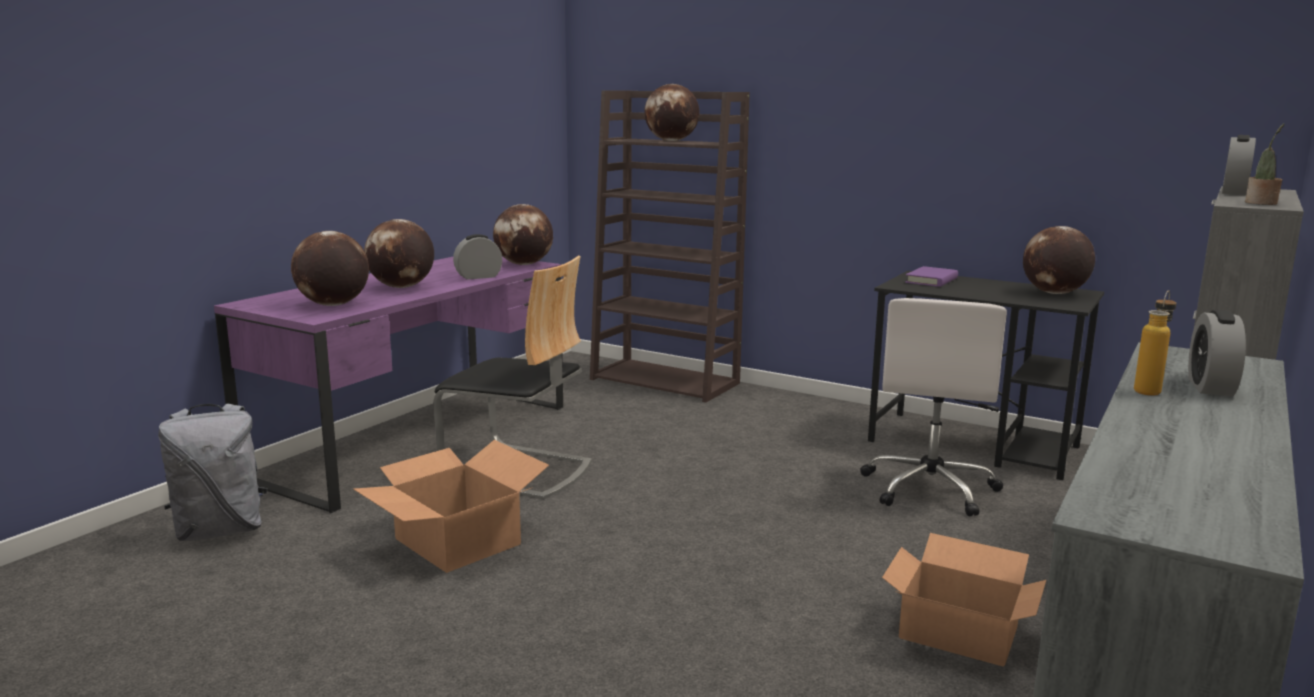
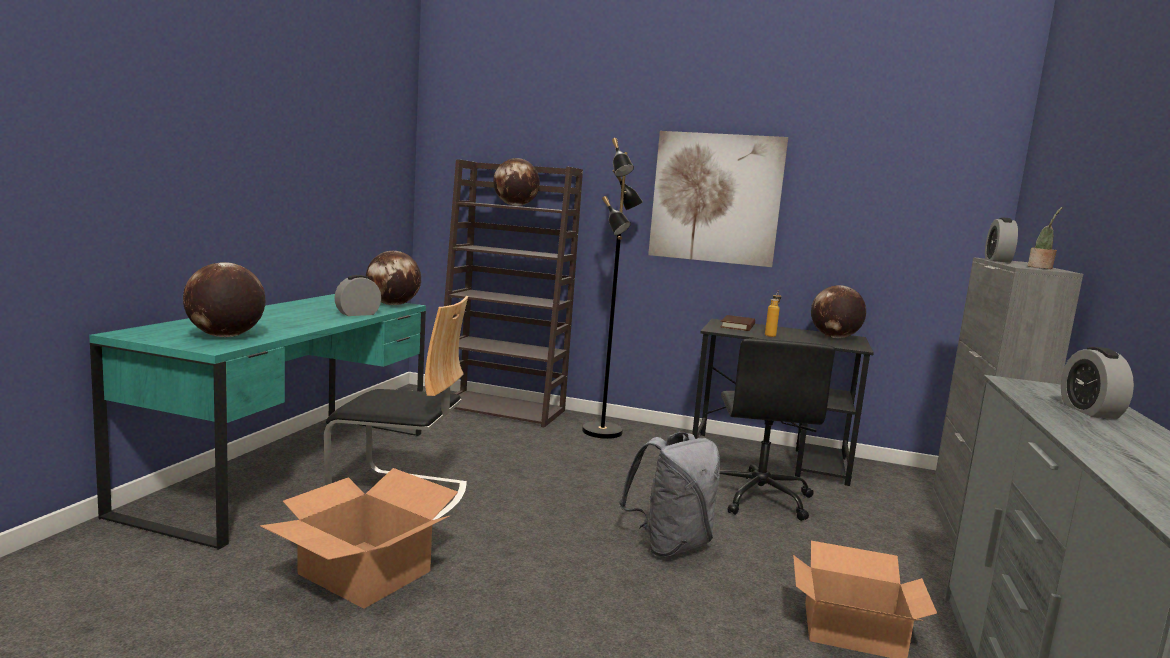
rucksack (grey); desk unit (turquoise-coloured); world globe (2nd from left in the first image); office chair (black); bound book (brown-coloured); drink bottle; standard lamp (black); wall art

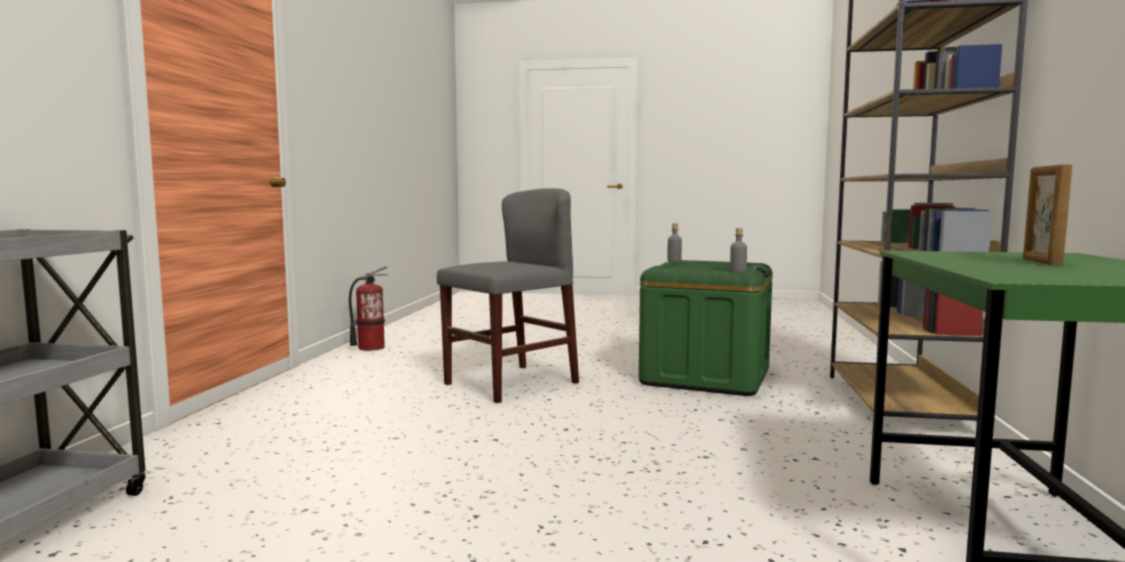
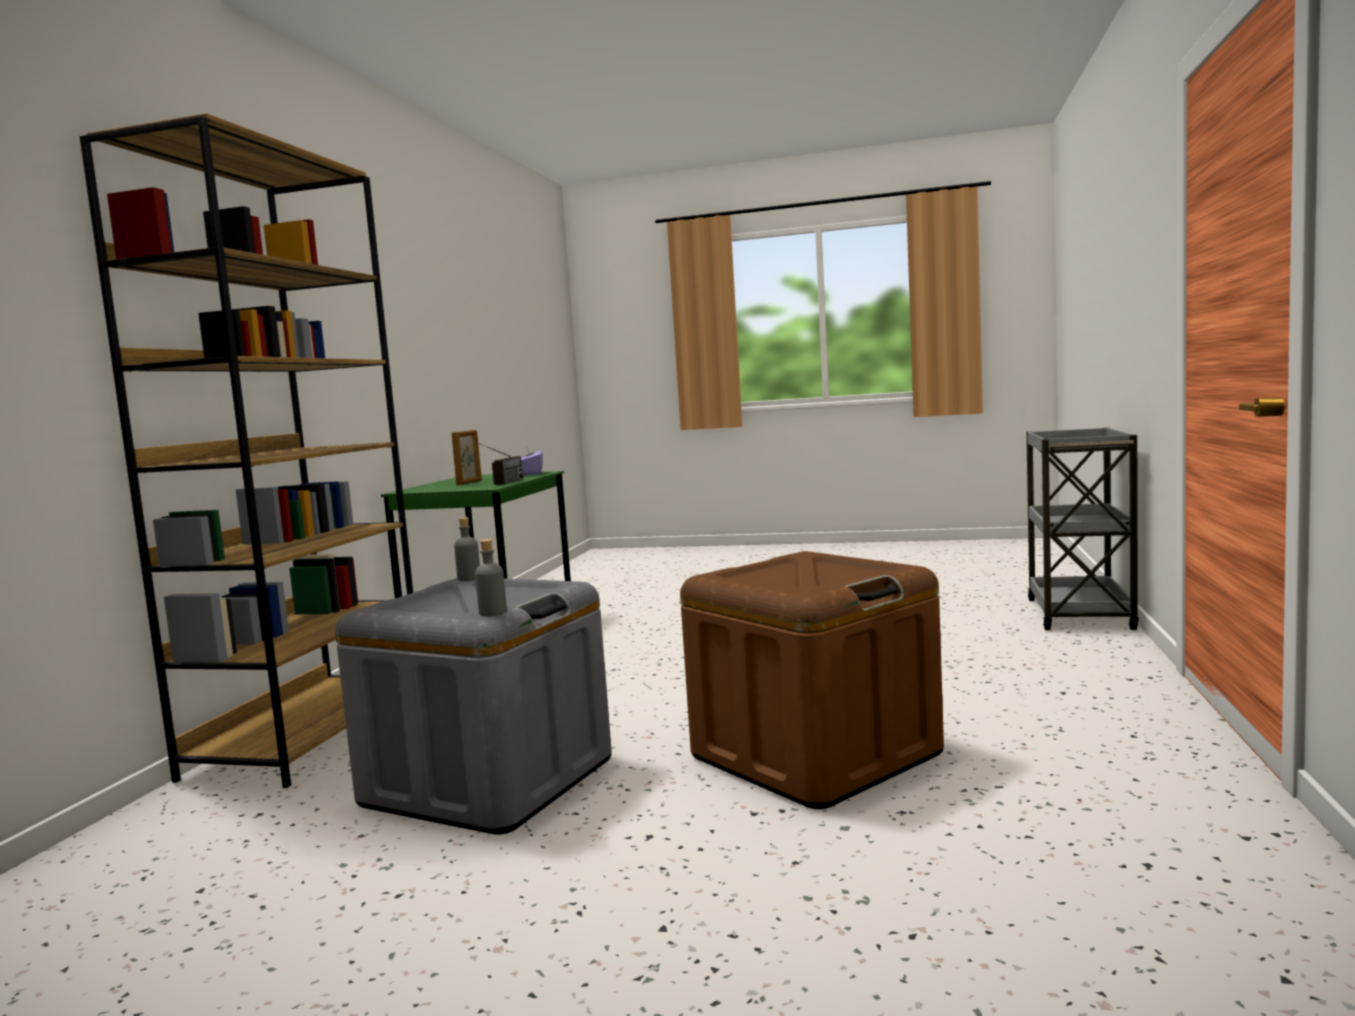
fire-fighting cylinder; storage box (brown-coloured); storage box (grey); radio set; tissue holder (purplish)

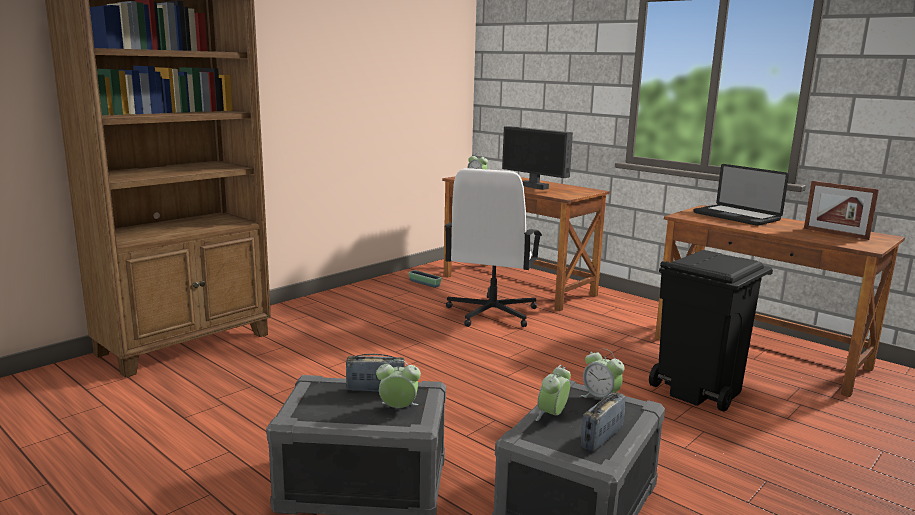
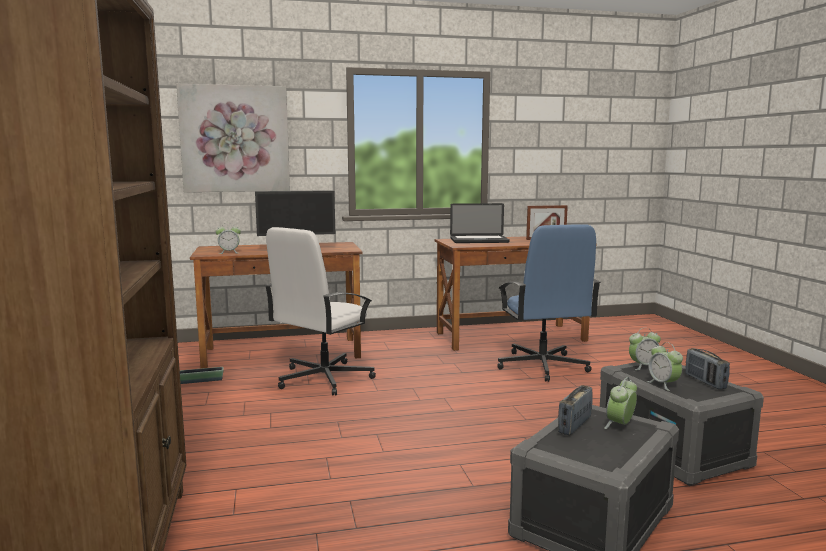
office chair (white); office chair (blue); wall art

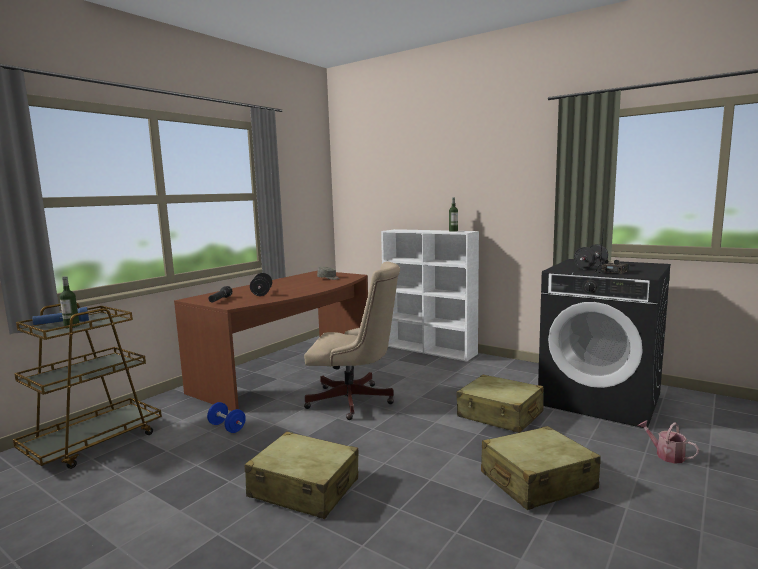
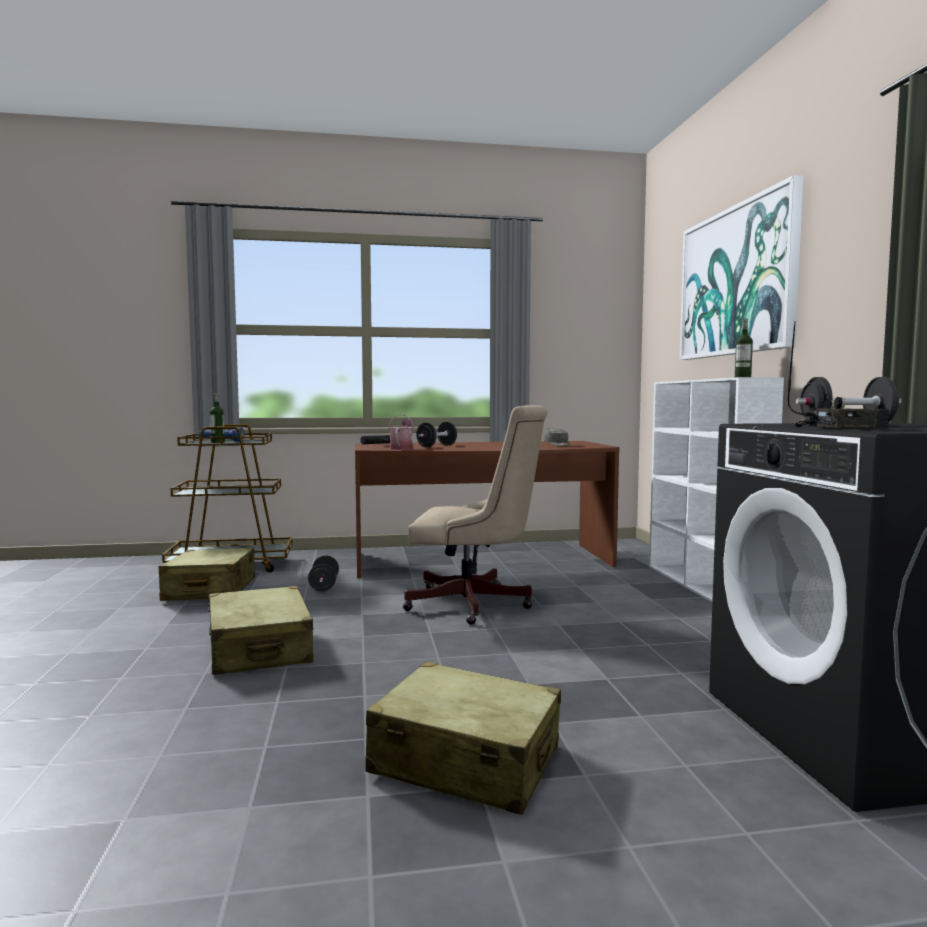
free weight (black) (1st from left); office chair (sand-coloured); piece of luggage (sand-coloured) (1st from left); sprinkling can; wall art

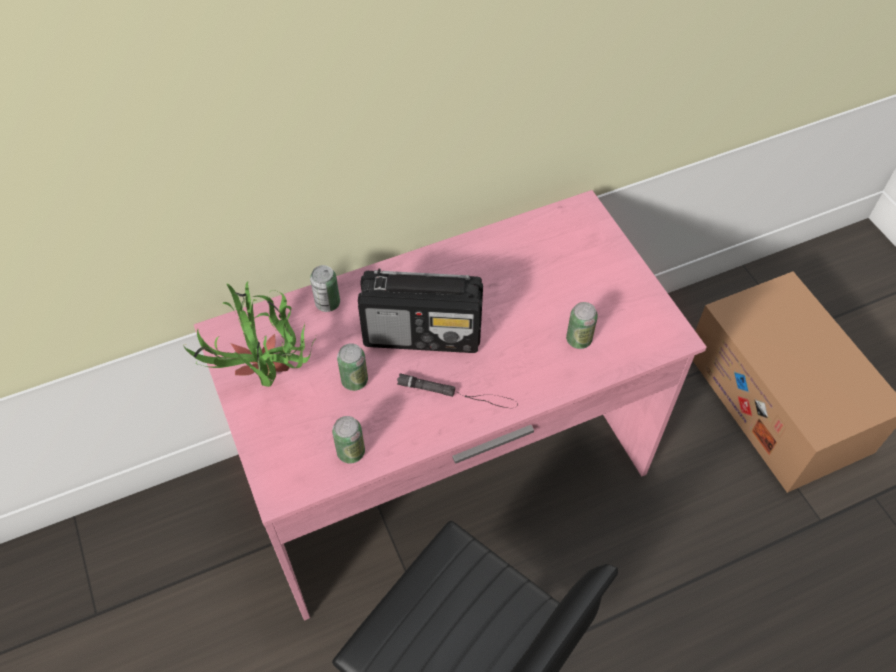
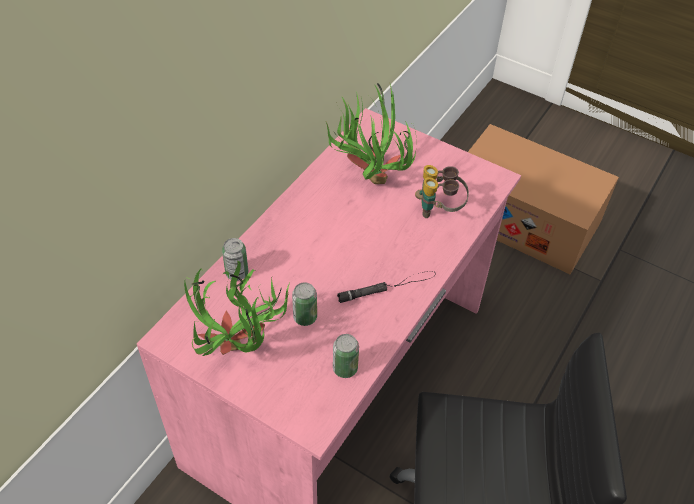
radio set; pair of binoculars; potted plant (2nd from left)

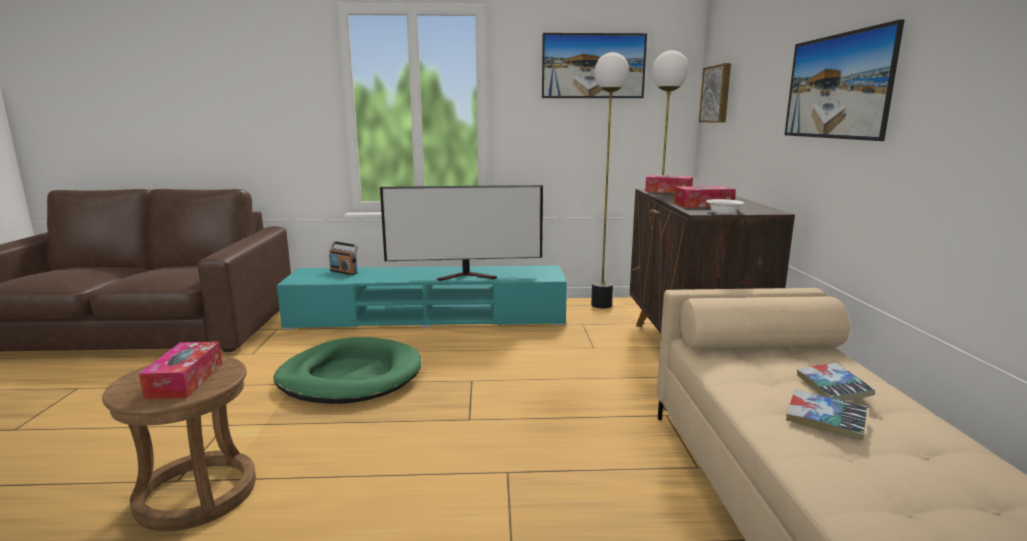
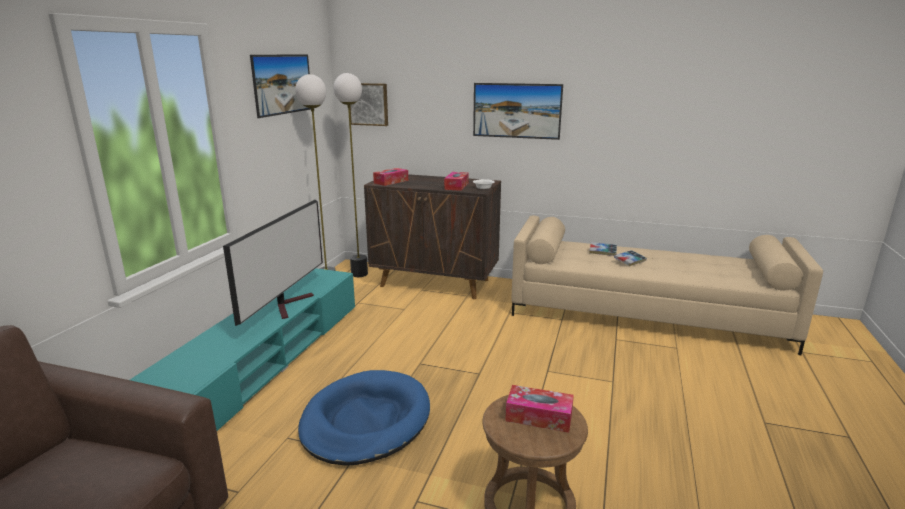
dog bed (blue); radio set

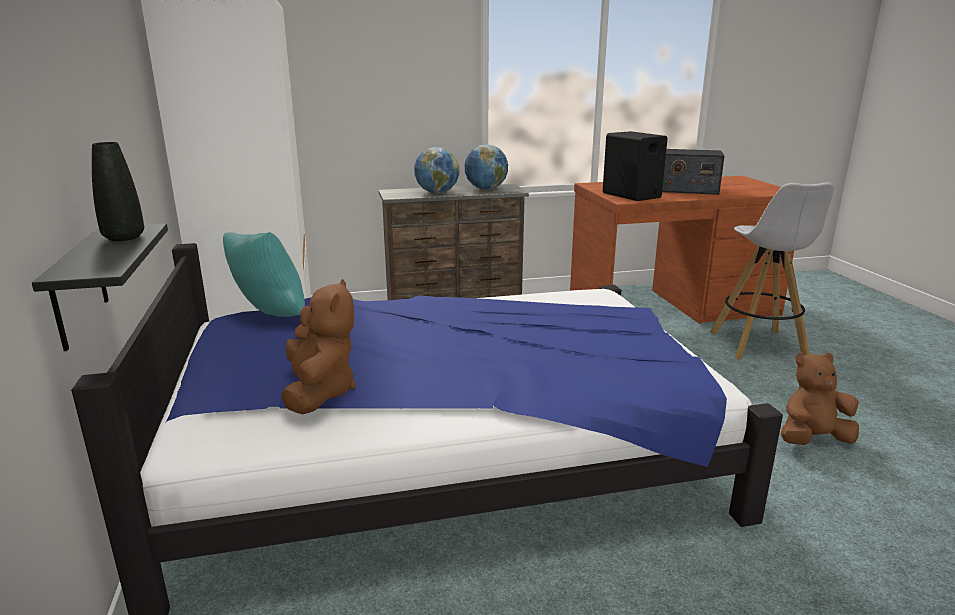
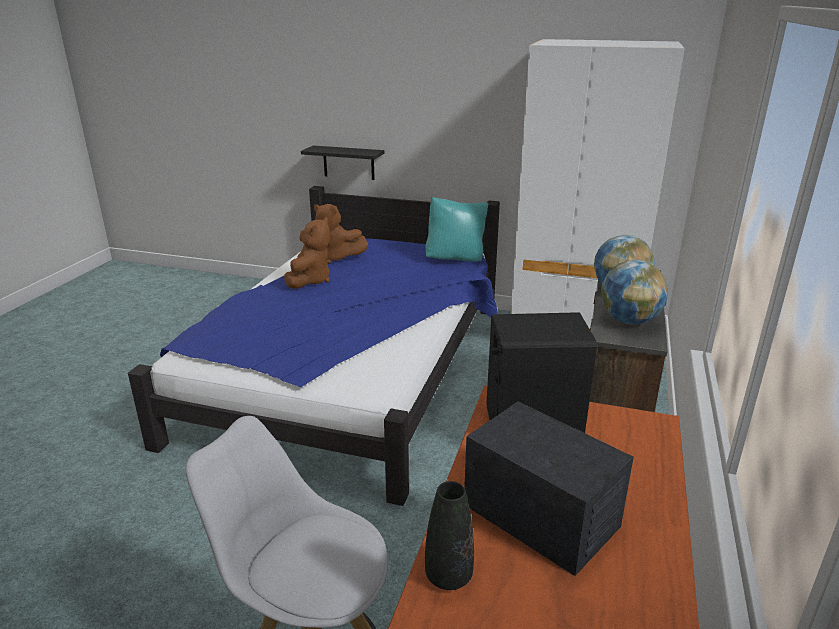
decorative vase (black); radio set; cuddly toy (brown-coloured) (1st from left)

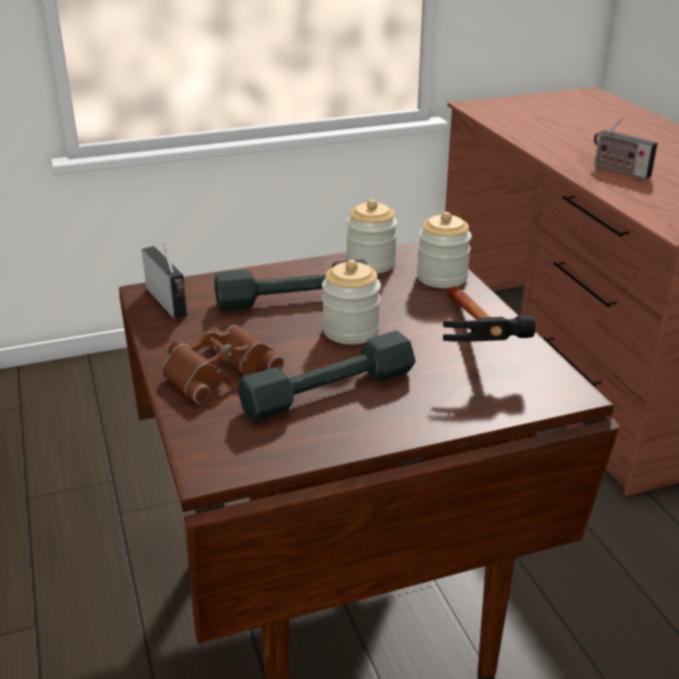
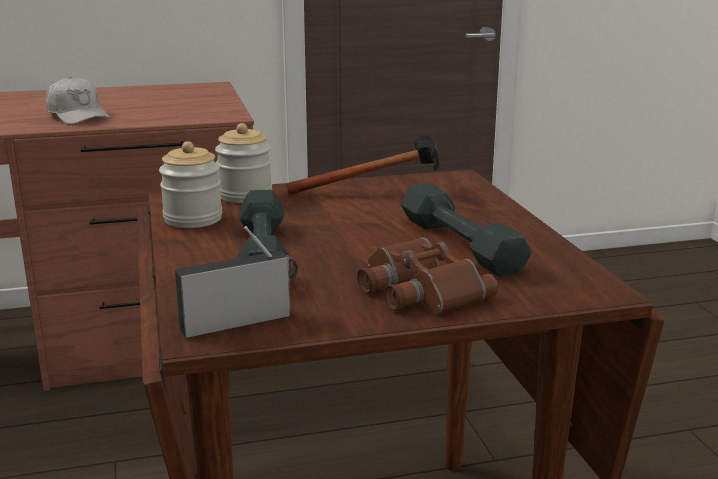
preserve jar (1st from left in the first image); baseball cap (white)

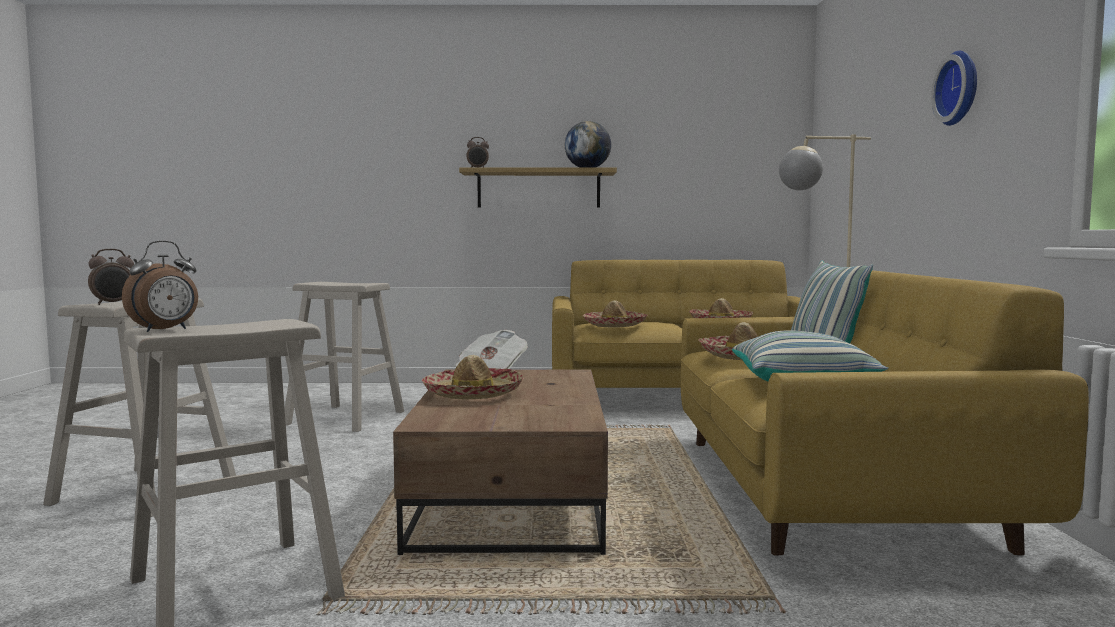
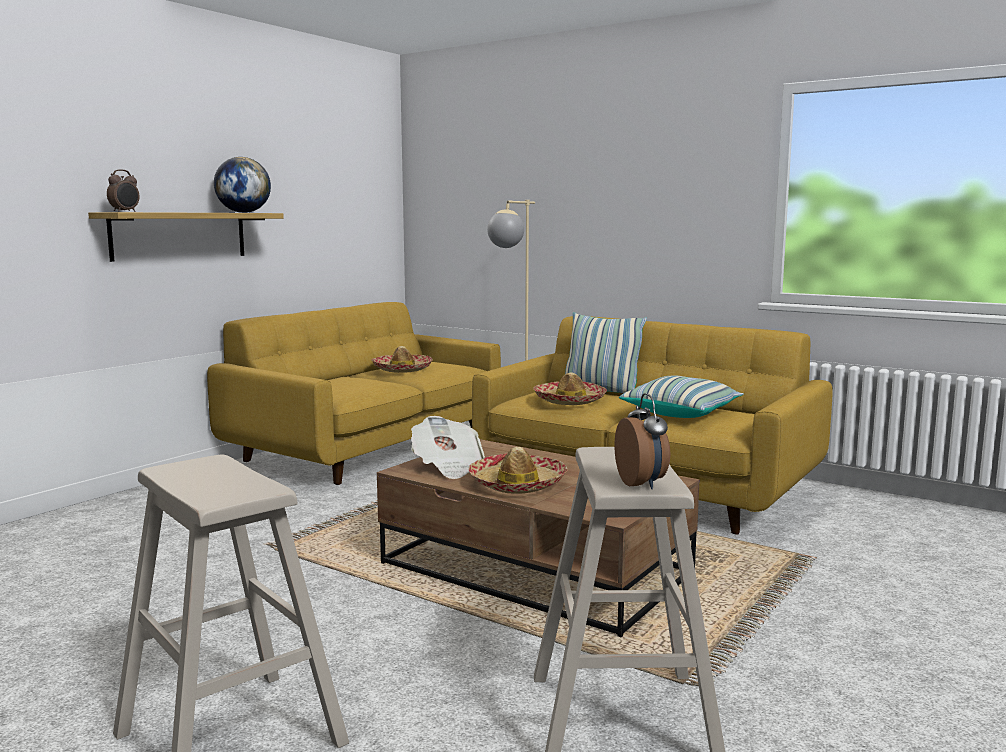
alarm clock (1st from left in the first image); sitting stool (sand-coloured) (3rd from left in the first image); wearable hat (2nd from left in the first image); wall clock

